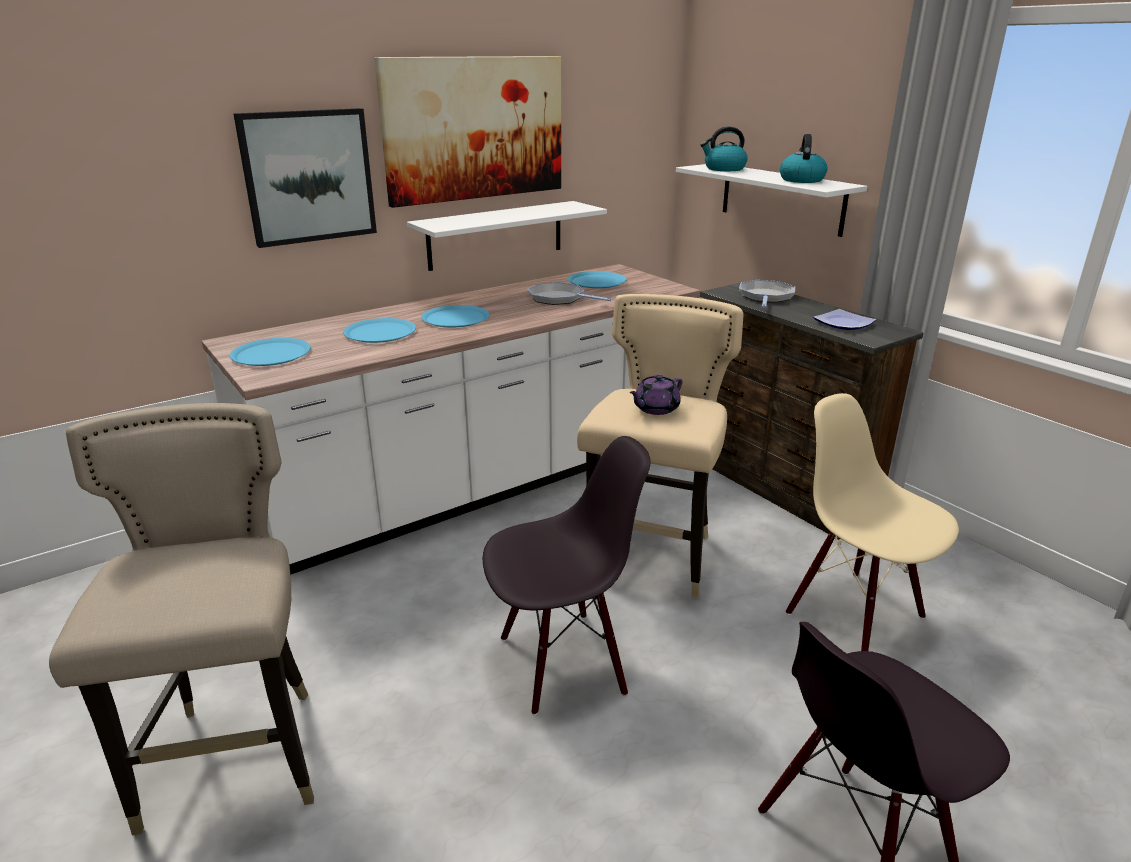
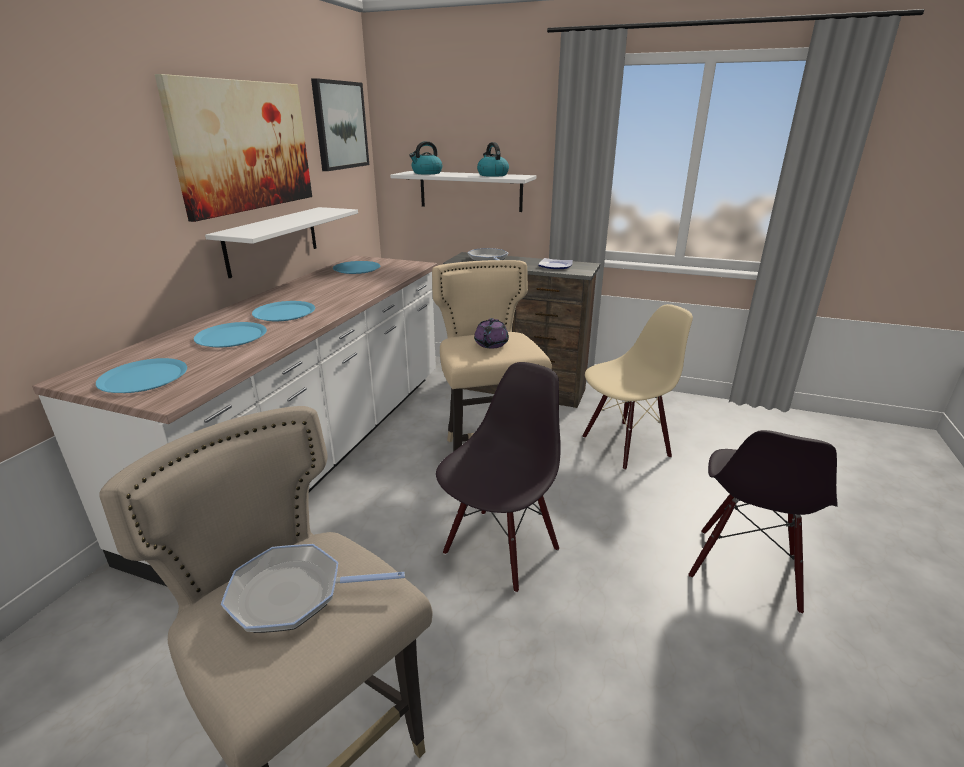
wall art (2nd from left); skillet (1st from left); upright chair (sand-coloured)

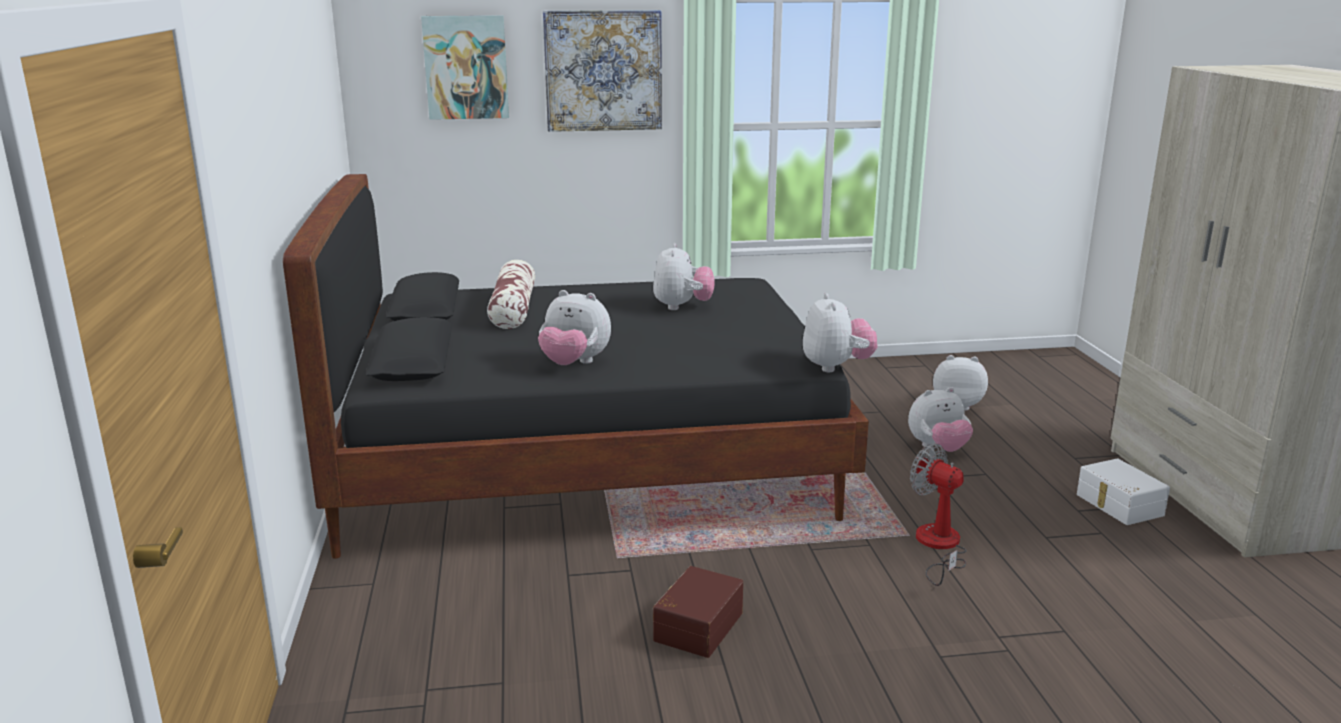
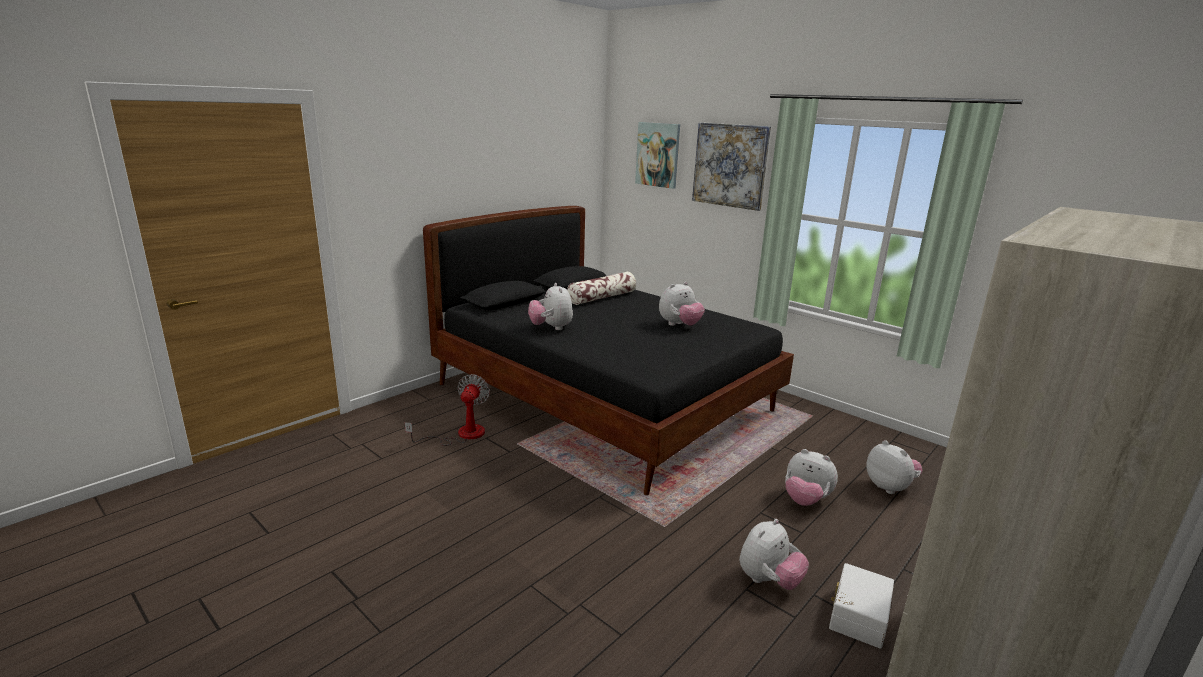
storage box (brown-coloured); cuddly toy (3rd from left); fan

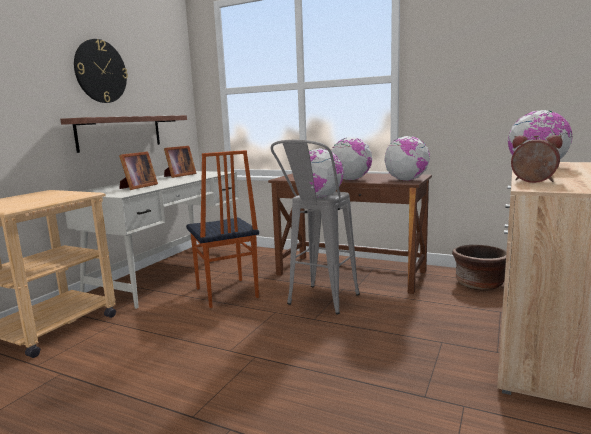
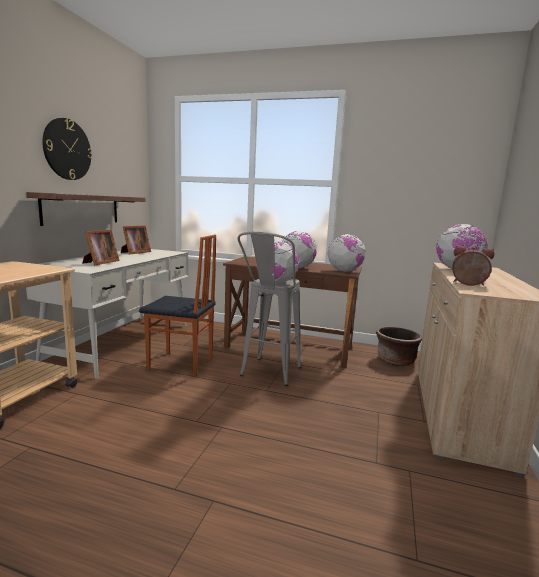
upright chair

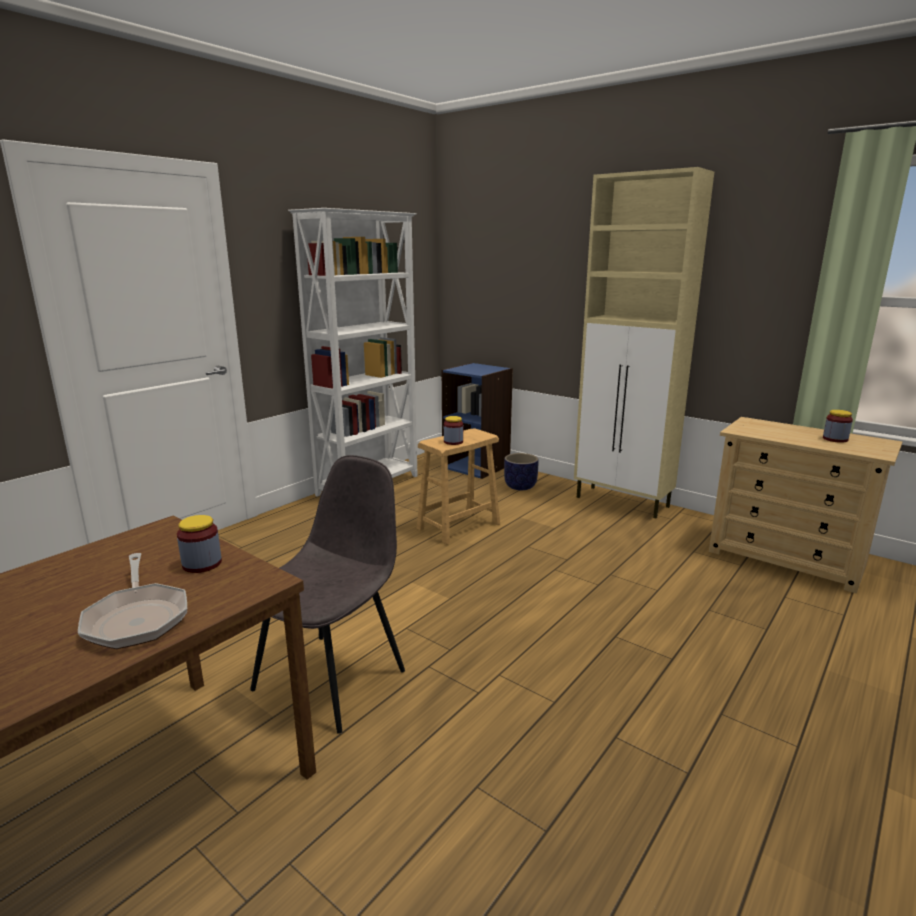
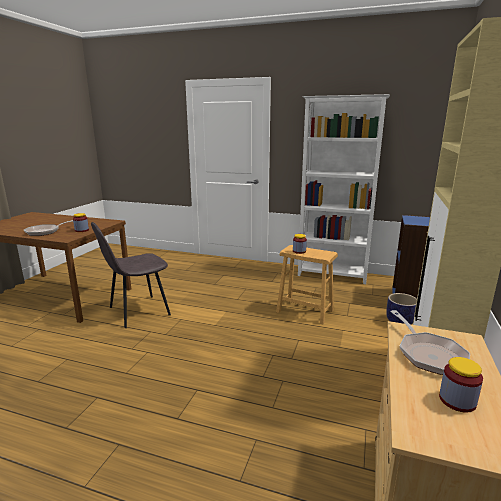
upright chair (grey); skillet (2nd from left)

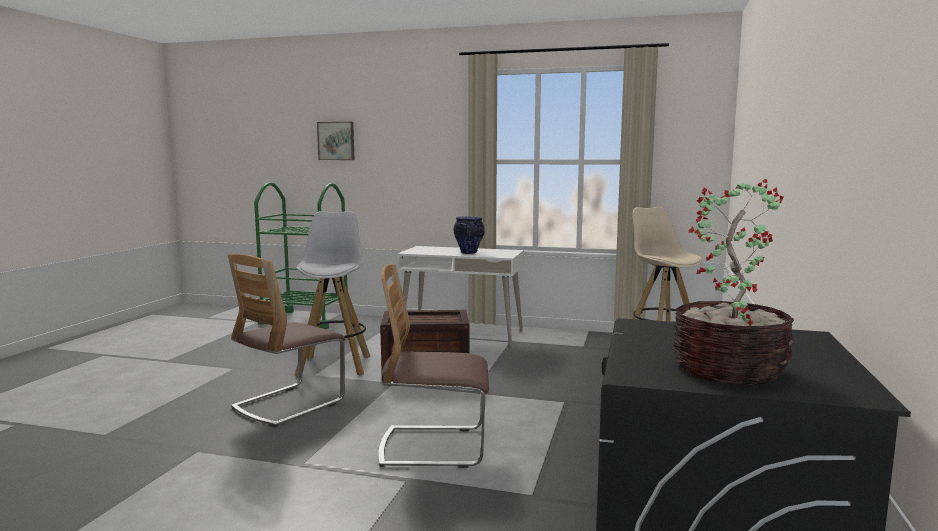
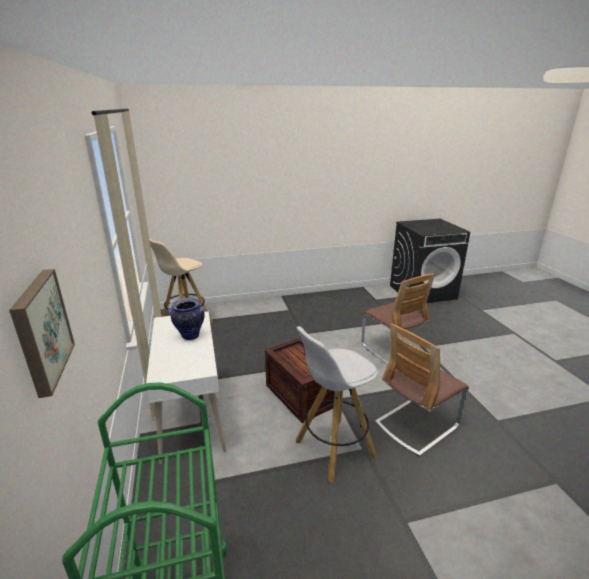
upright chair (2nd from left); potted plant

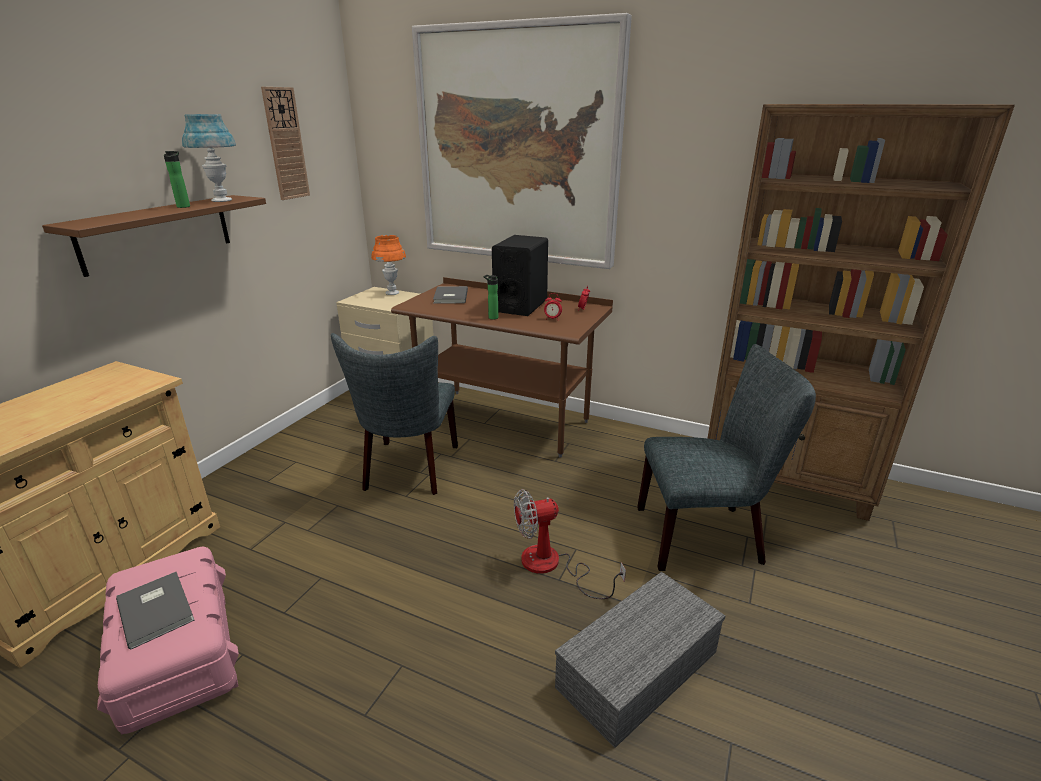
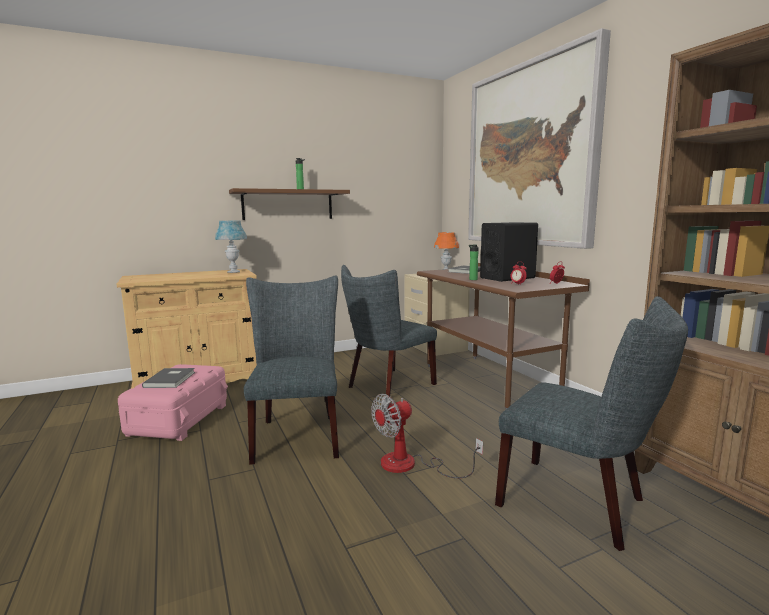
tabletop lamp (blue); wall clock; fan; storage box (grey); upright chair (grey) (1st from left)

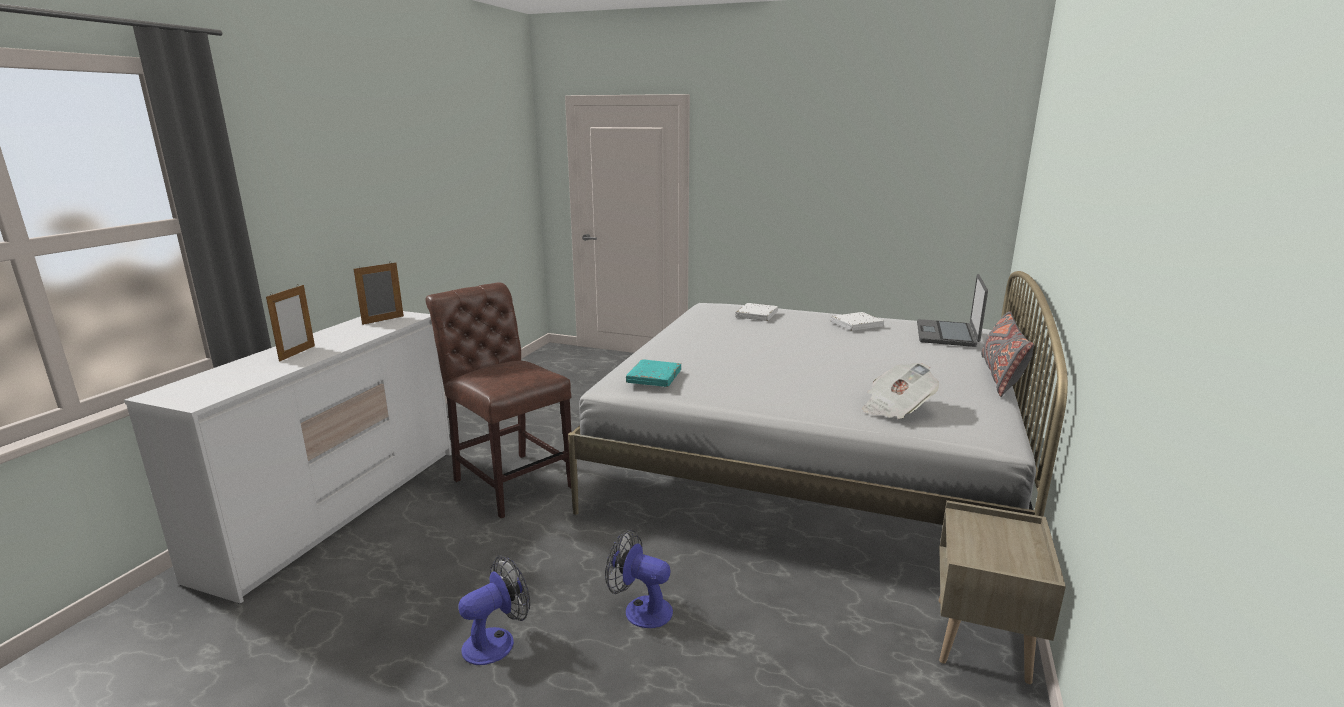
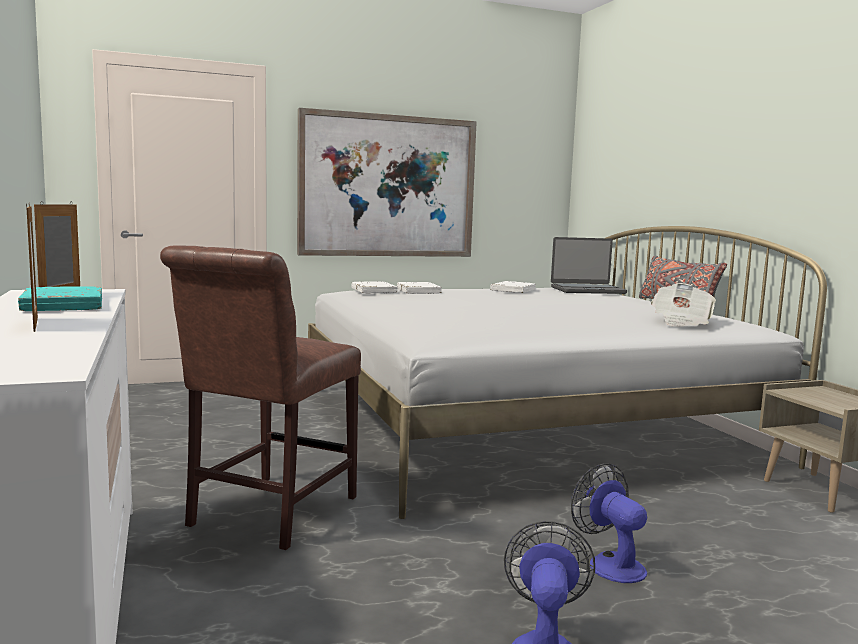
upright chair (brown-coloured); fan (2nd from left); bound book (turquoise-coloured); portable computer; wall art; bound book (white) (1st from left)

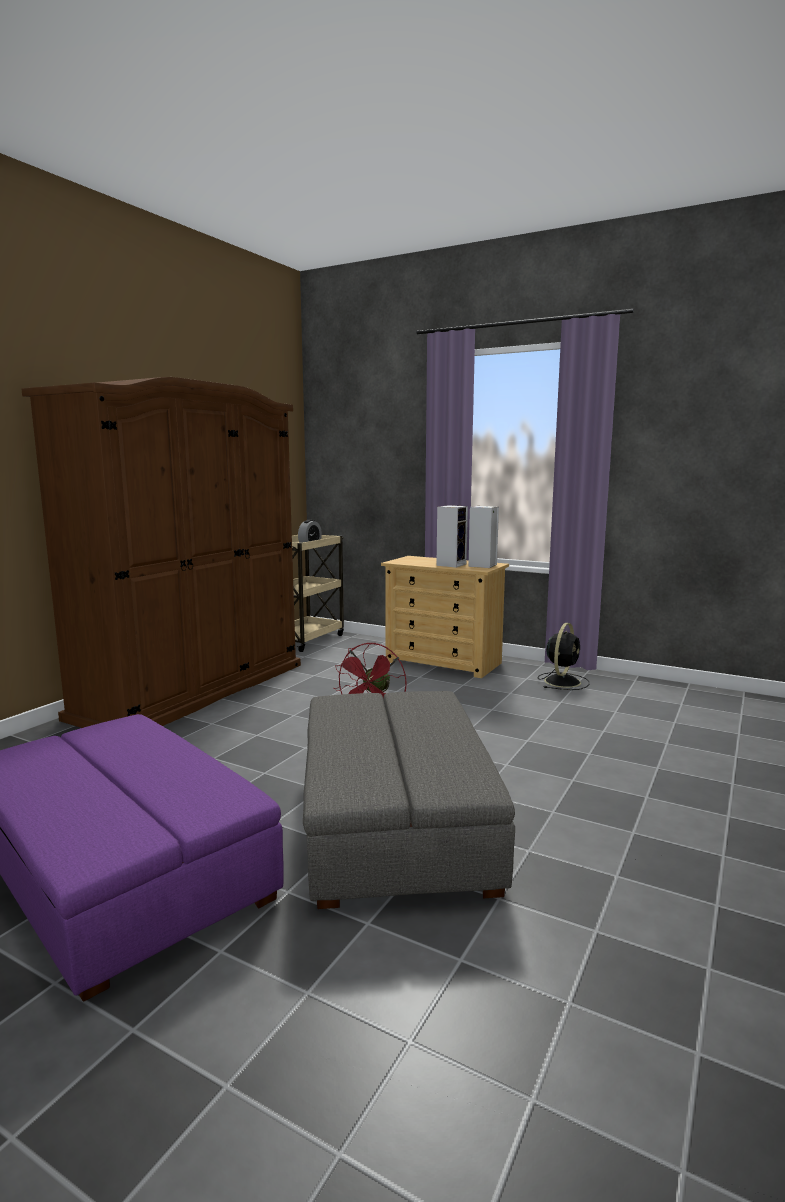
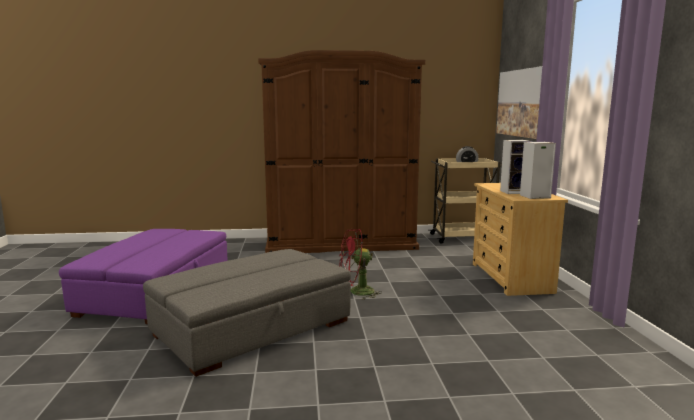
fan (black); wall art

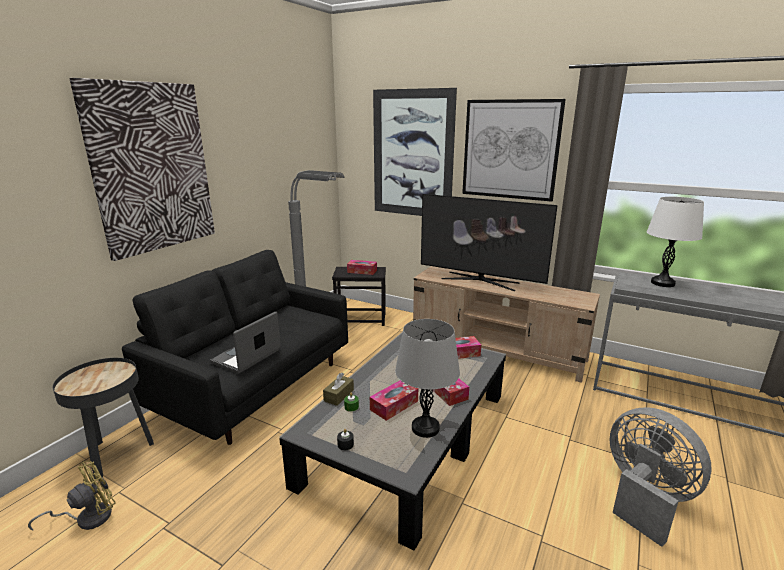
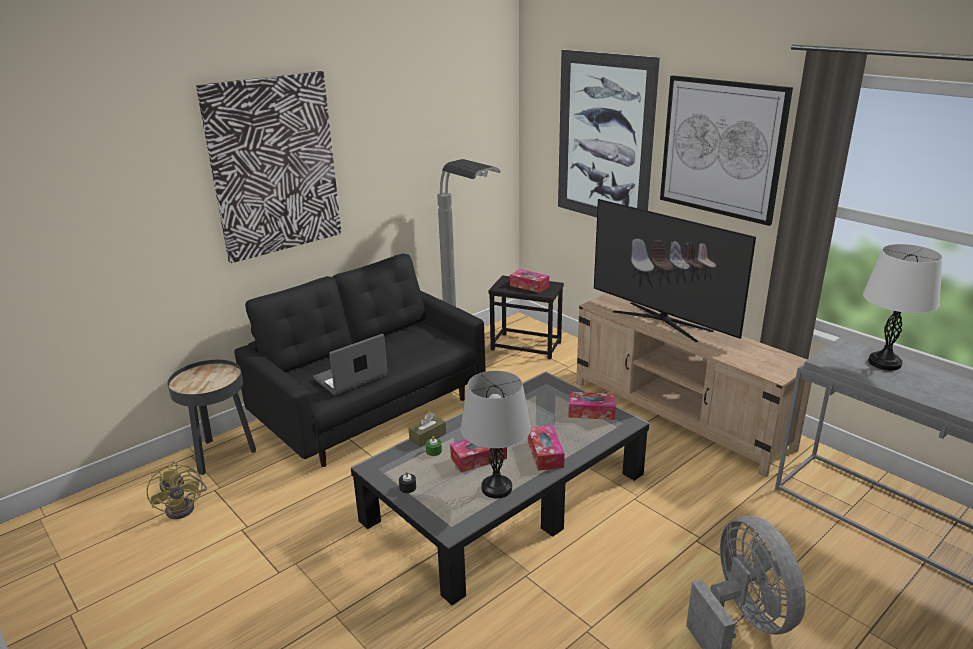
fan (yellow-coloured)

